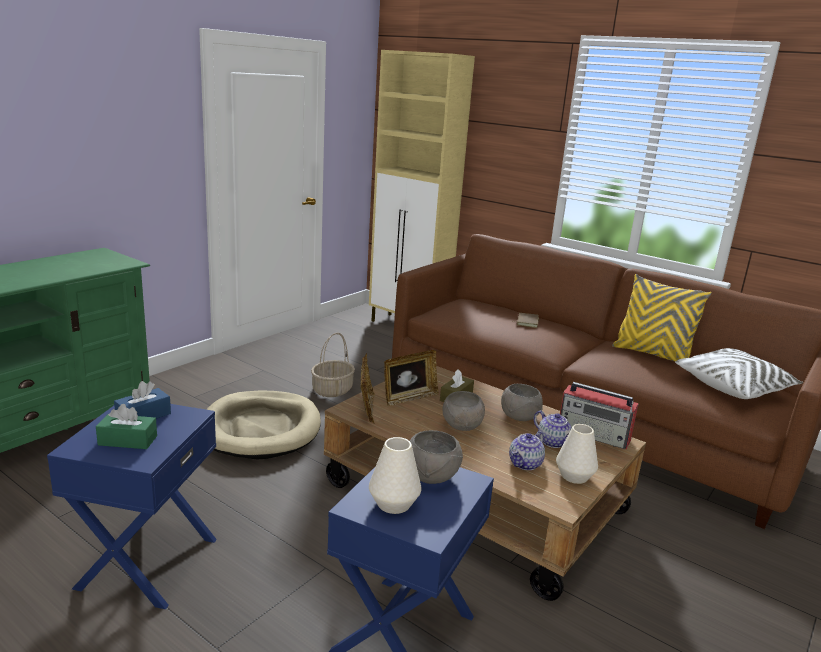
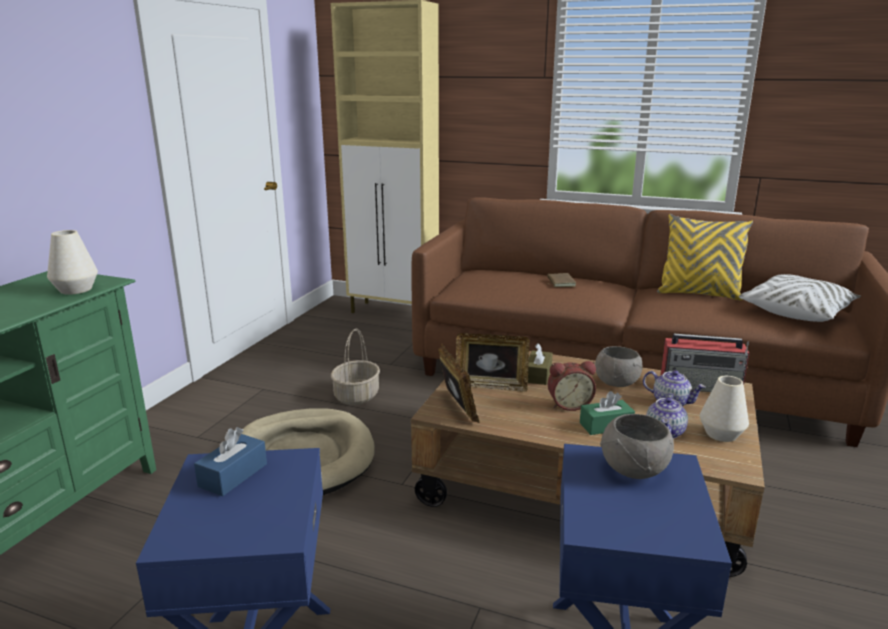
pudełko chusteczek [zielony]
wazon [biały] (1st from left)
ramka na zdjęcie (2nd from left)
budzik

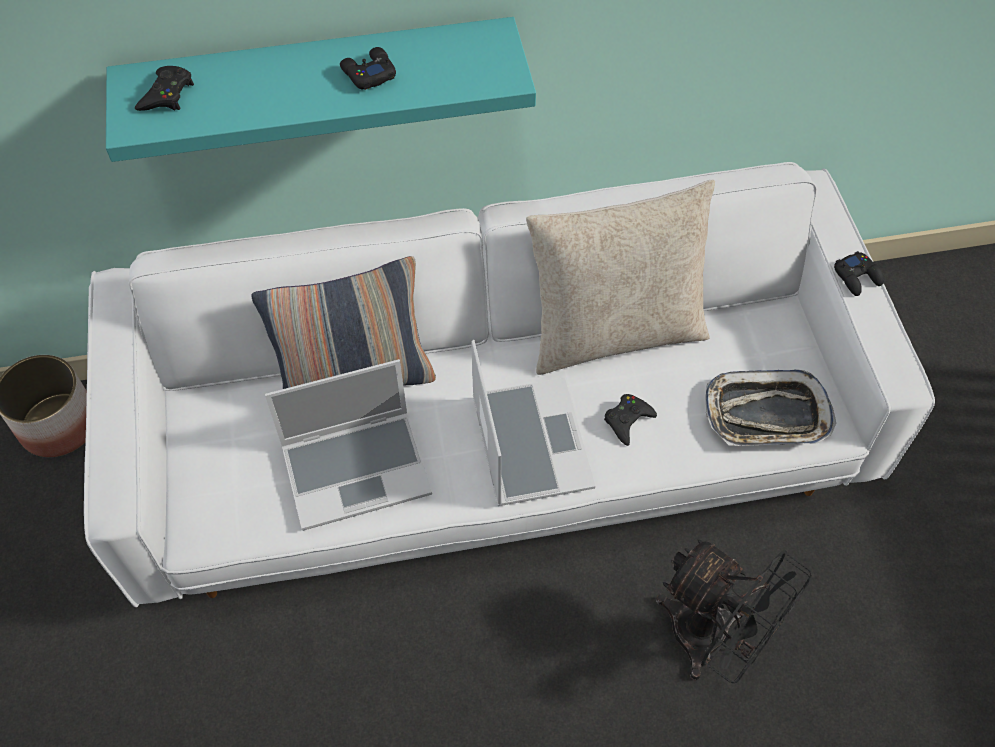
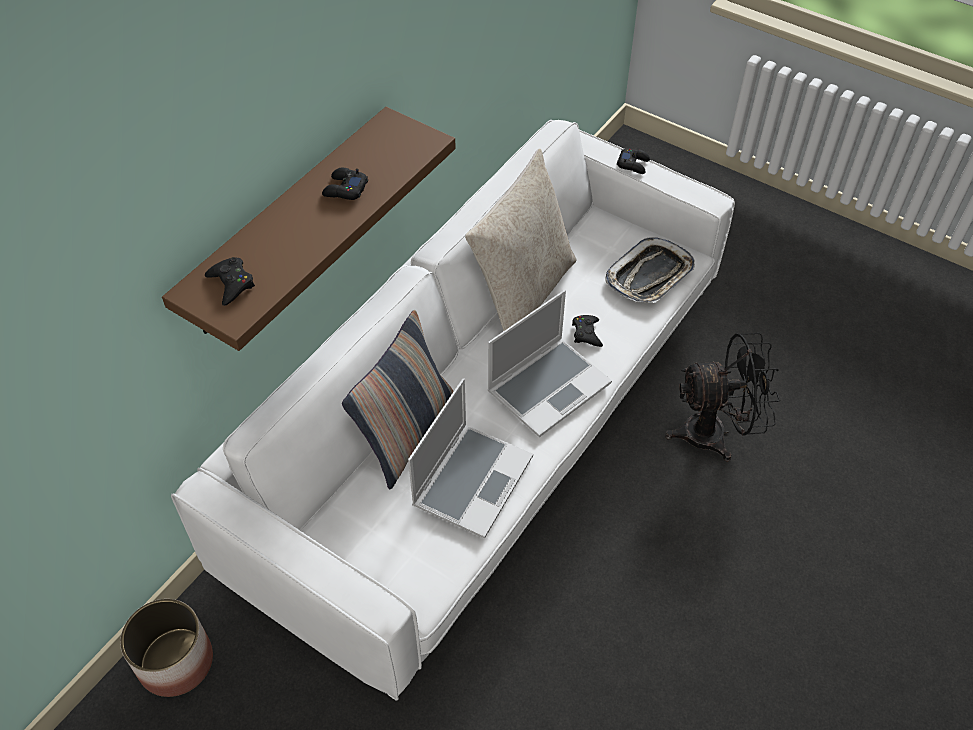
półka [brązowy]
laptop (2nd from left)

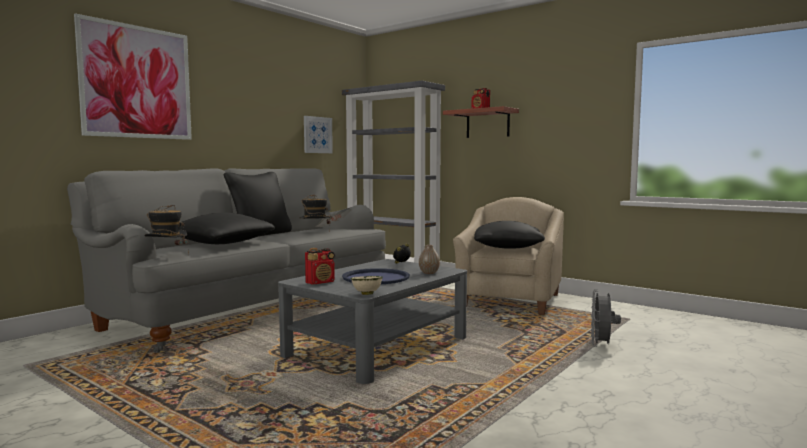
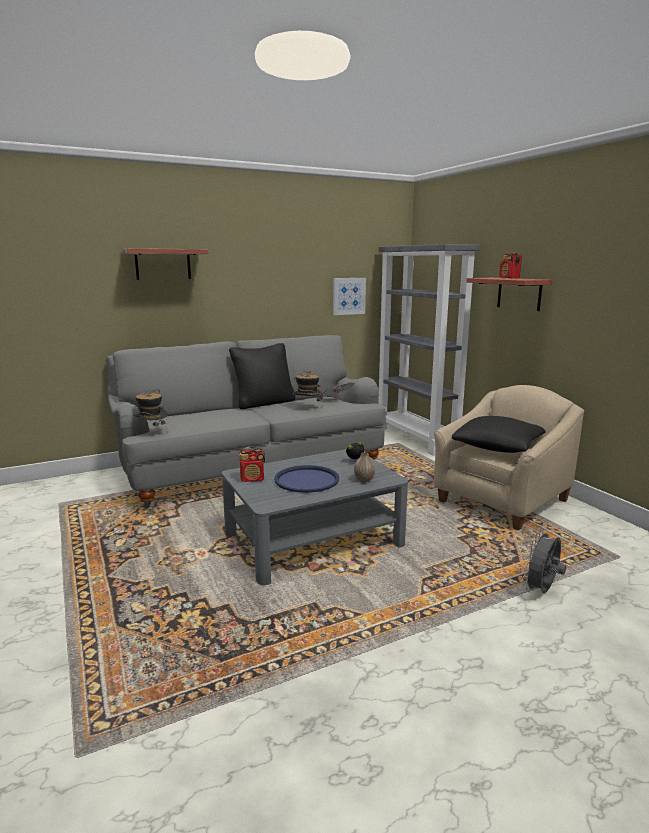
półka (1st from left)
poduszka [czarny] (1st from left in the first image)
miska [beżowy]

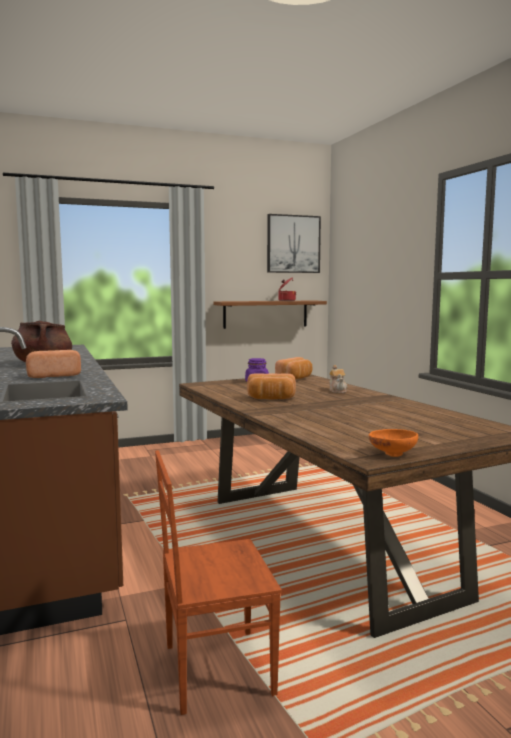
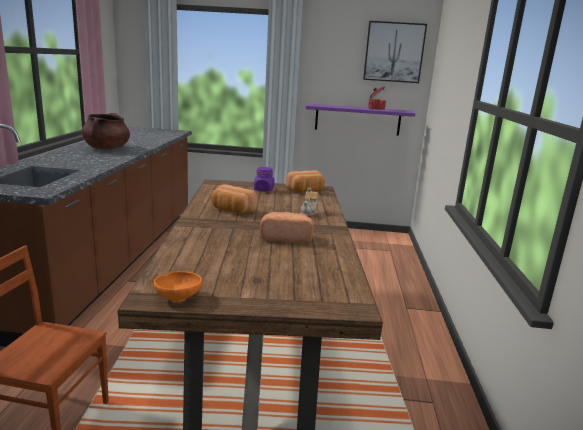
chleb (2nd from left)
półka [fioletowy]

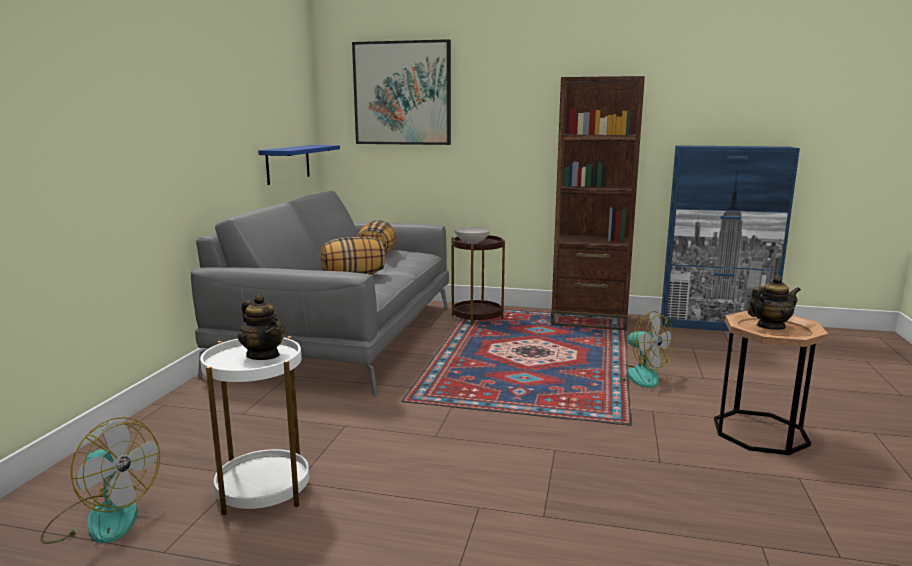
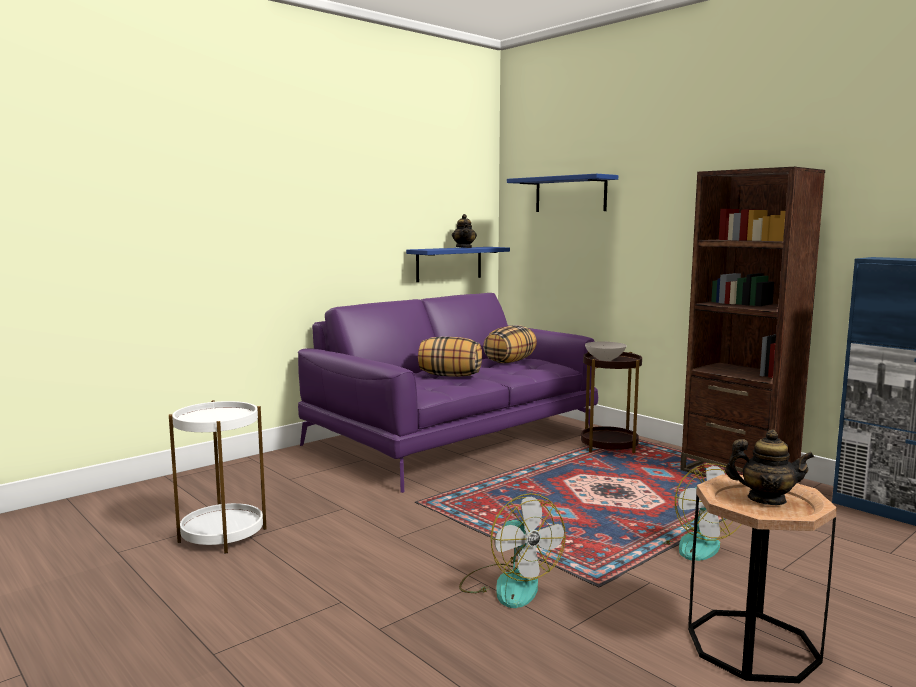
wentylator (1st from left)
kanapa [fioletowy]
imbryk (1st from left)
półka [niebieski] (2nd from left)

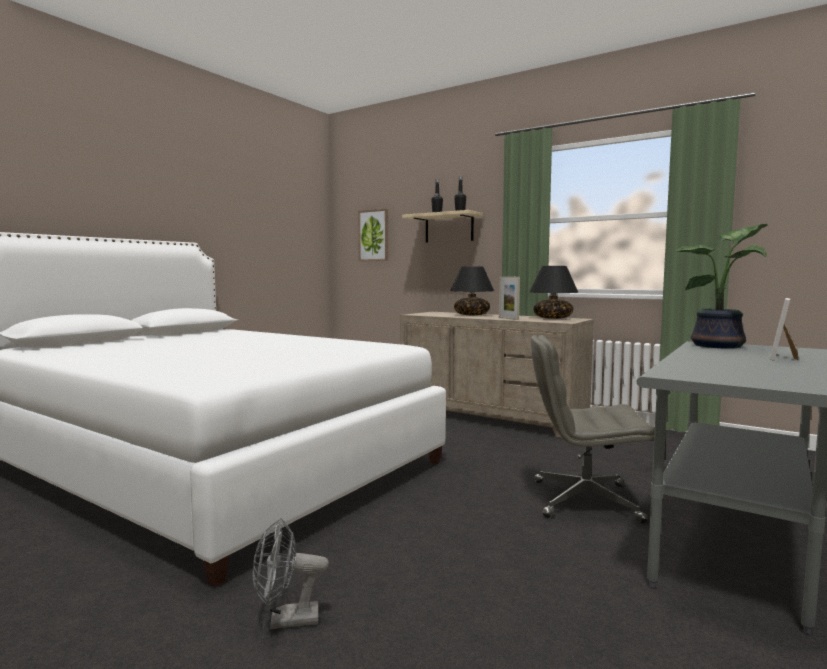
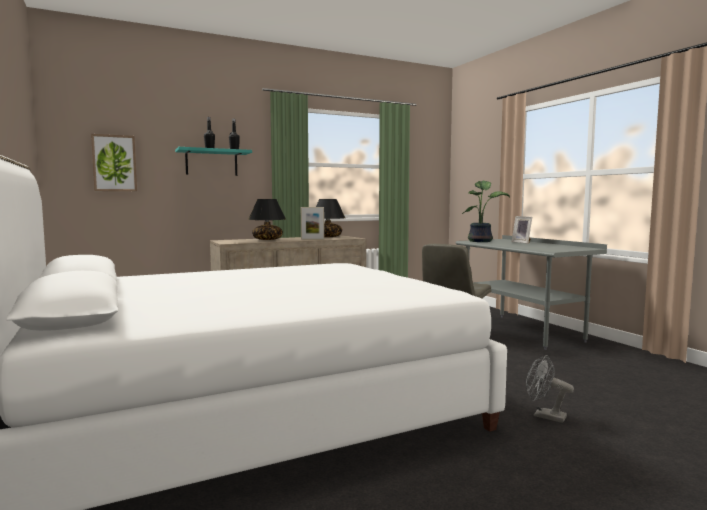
wentylator [szary]
półka [turkusowy]

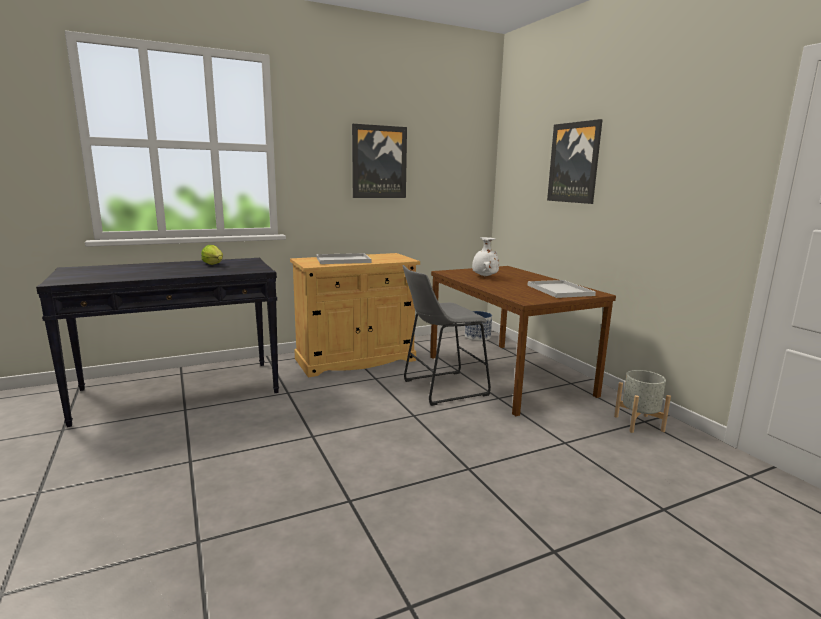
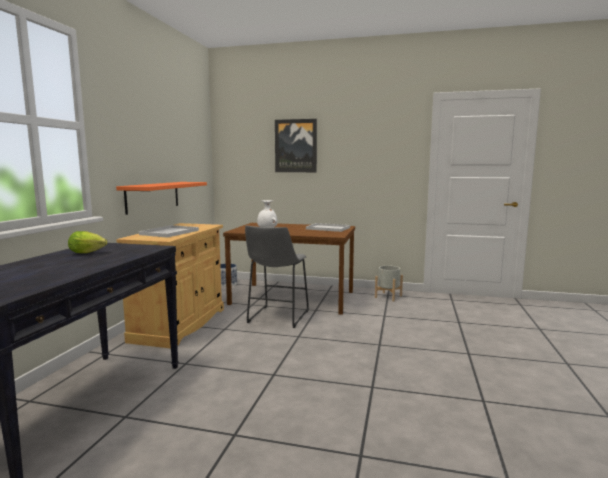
obraz (1st from left in the first image)
półka [pomarańczowy]

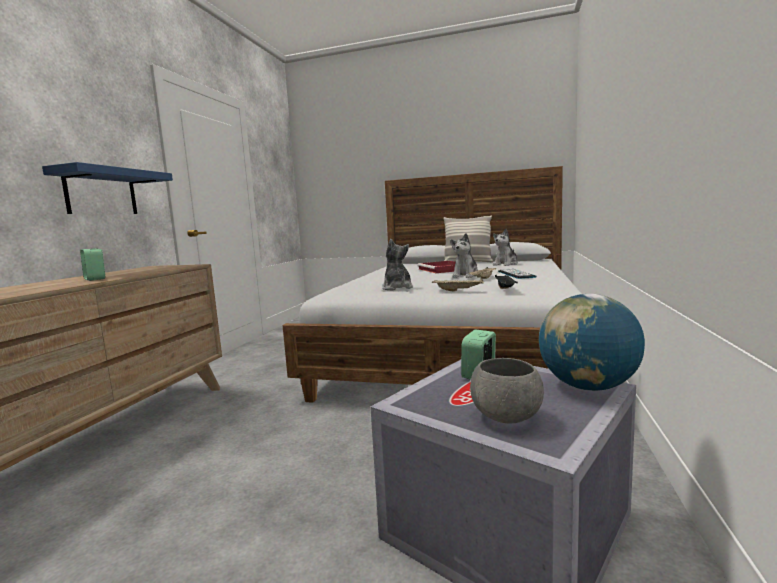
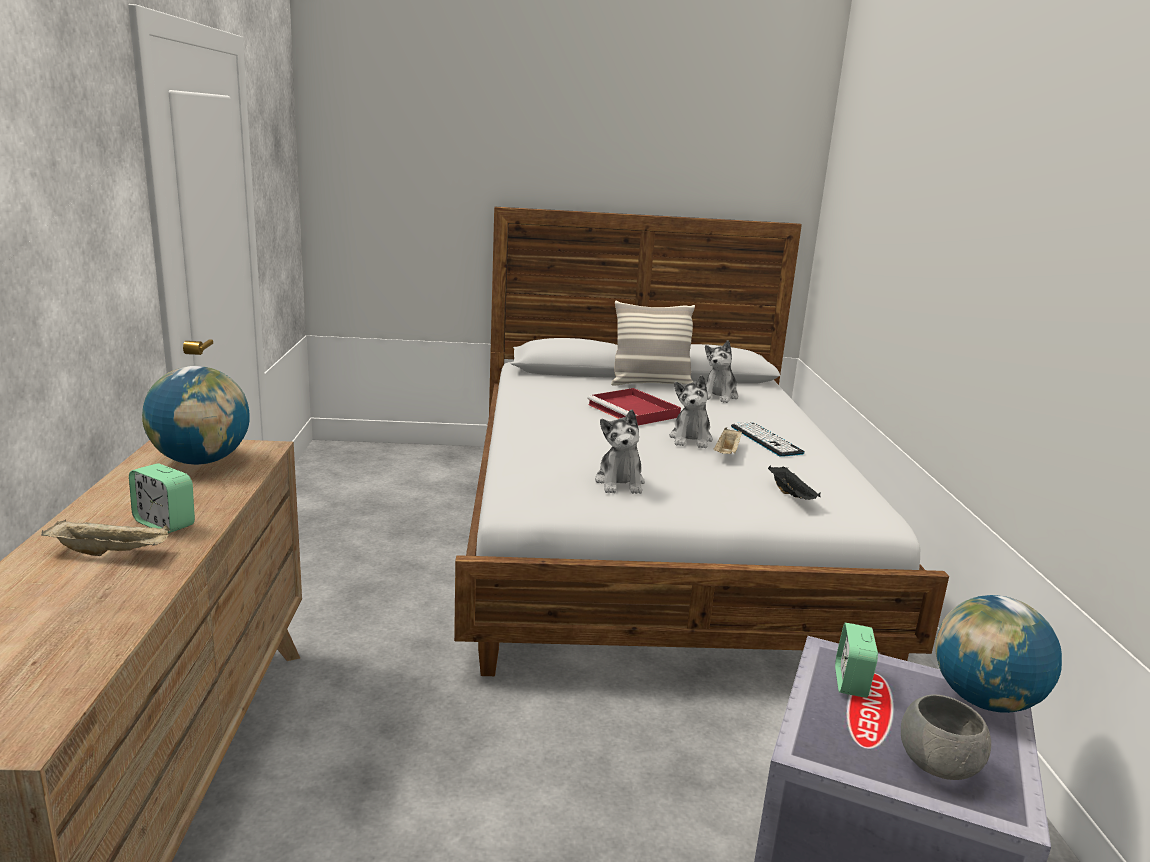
półka [niebieski]
pluszak (1st from left)
taca [beżowy] (1st from left)
globus (1st from left)

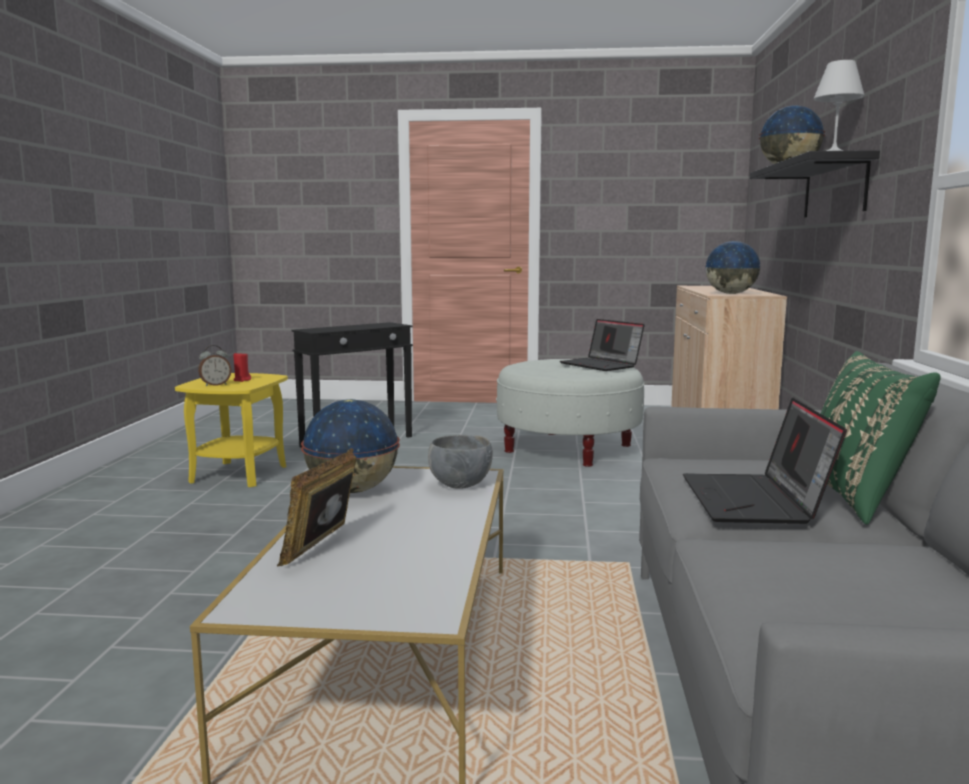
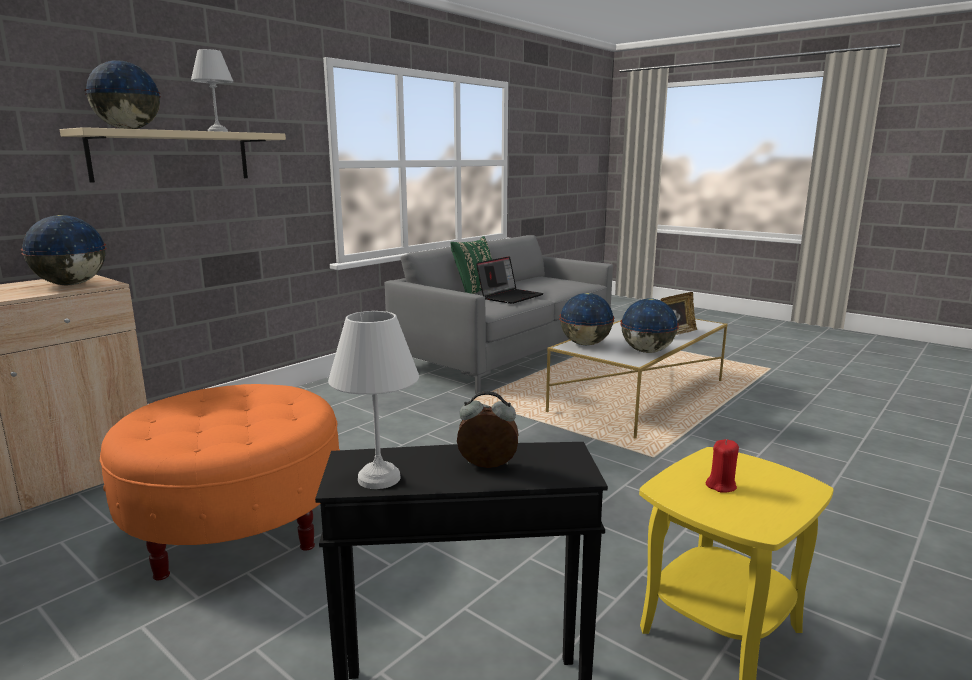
budzik
globus (3rd from left)
pufa [pomarańczowy]
laptop (1st from left in the first image)
półka [beżowy]
lampa stołowa [biały] (2nd from left)

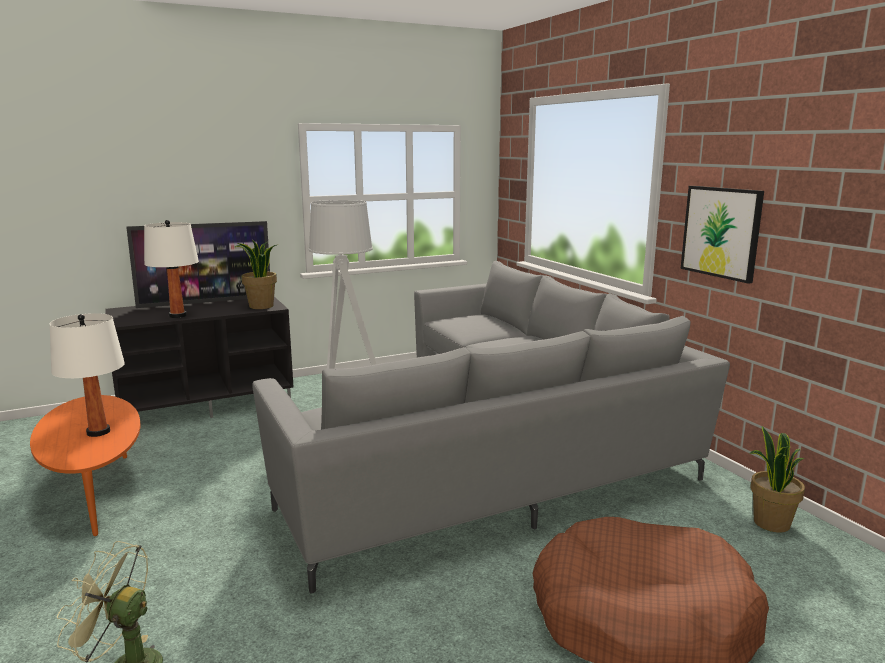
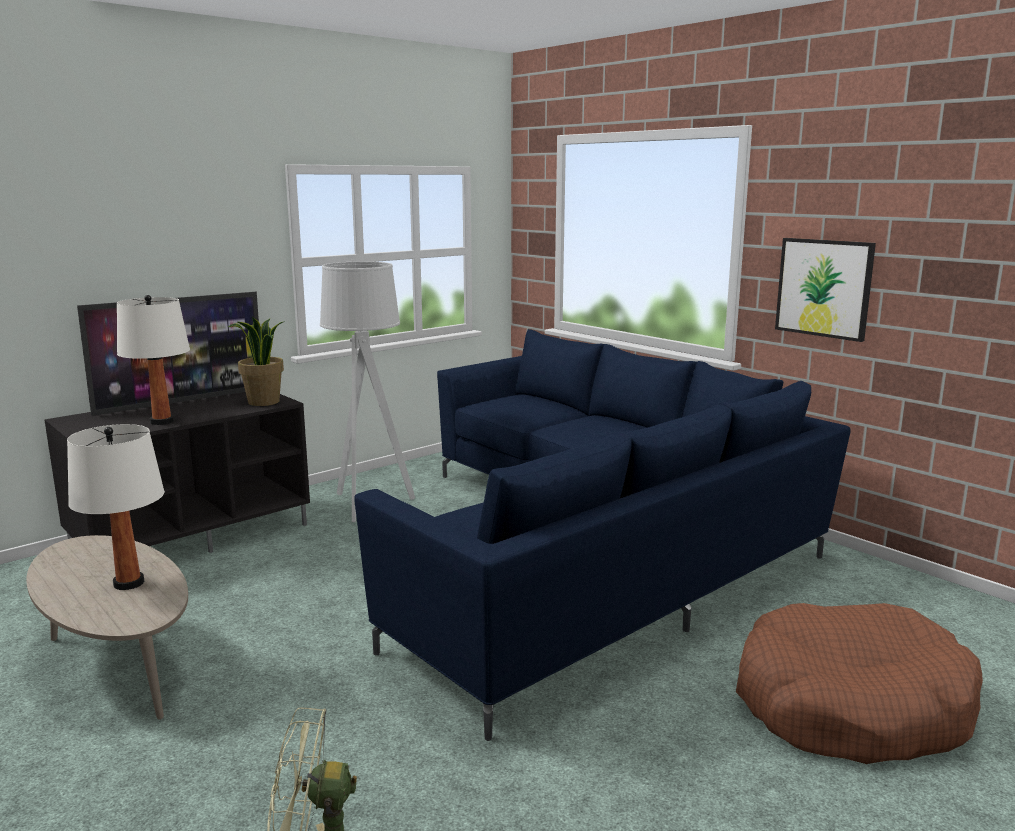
ława [beżowy]
kanapa [niebieski]
roślina doniczkowa (2nd from left in the first image)

